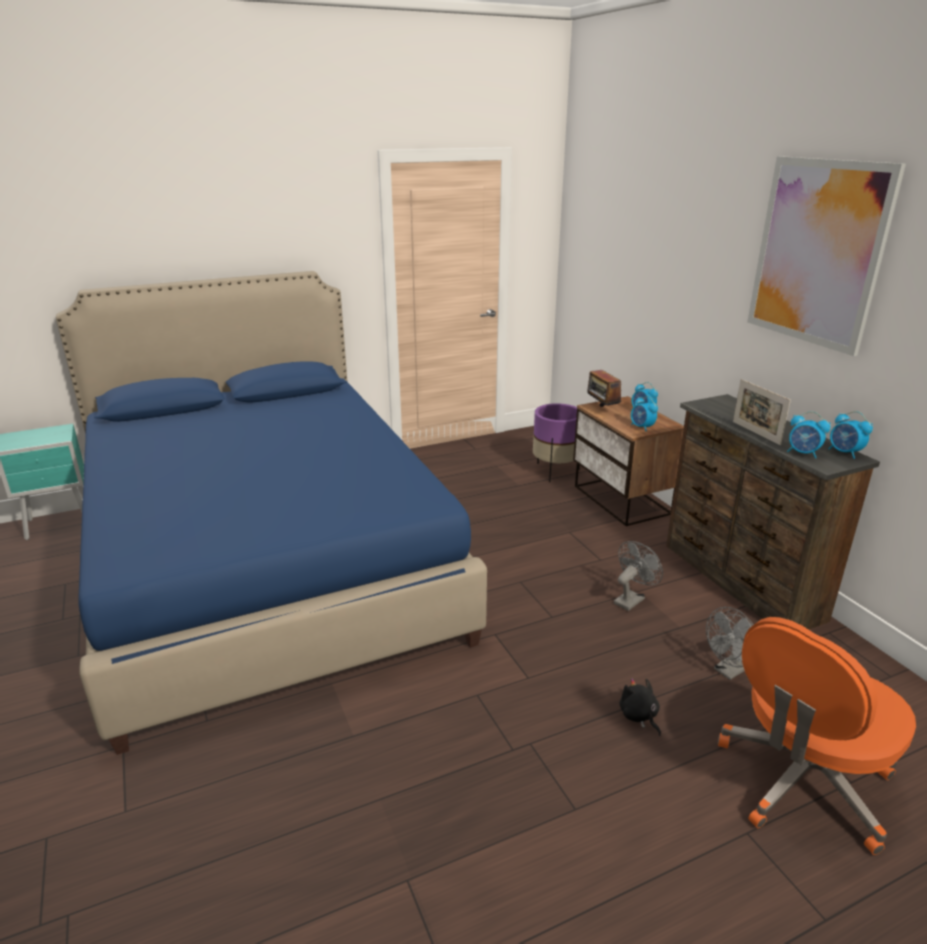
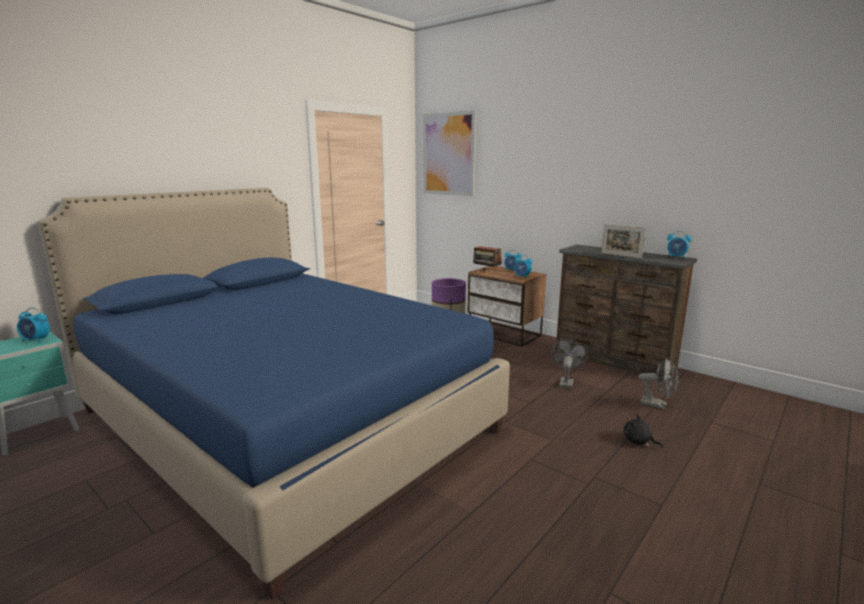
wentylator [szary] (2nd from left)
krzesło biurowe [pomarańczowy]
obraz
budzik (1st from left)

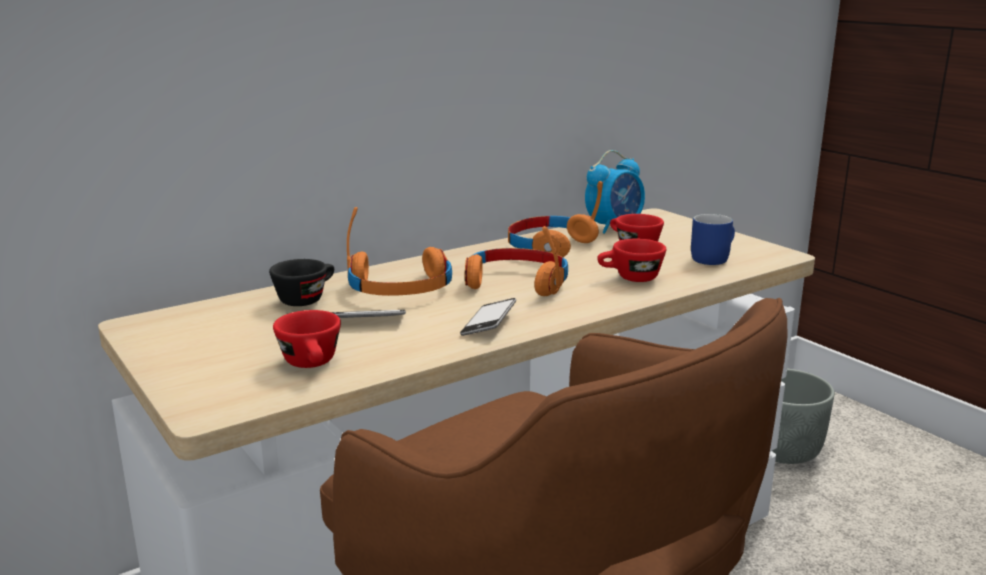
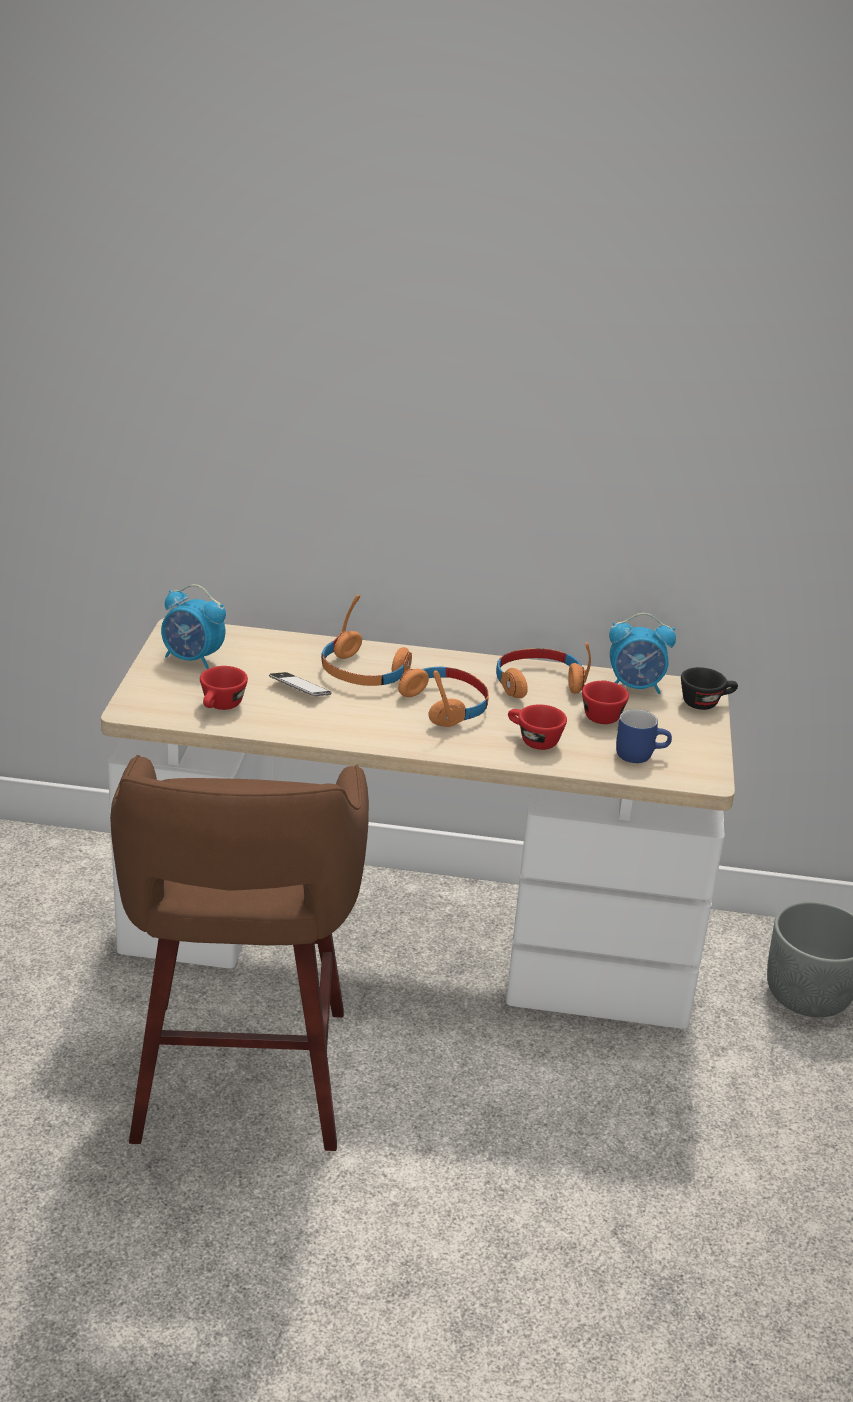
filiżanka [czarny]
telefon (2nd from left in the first image)
budzik (1st from left)

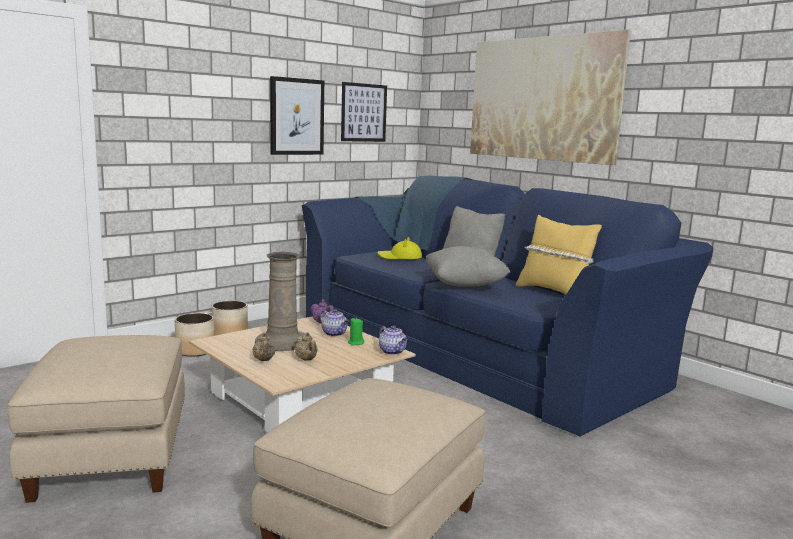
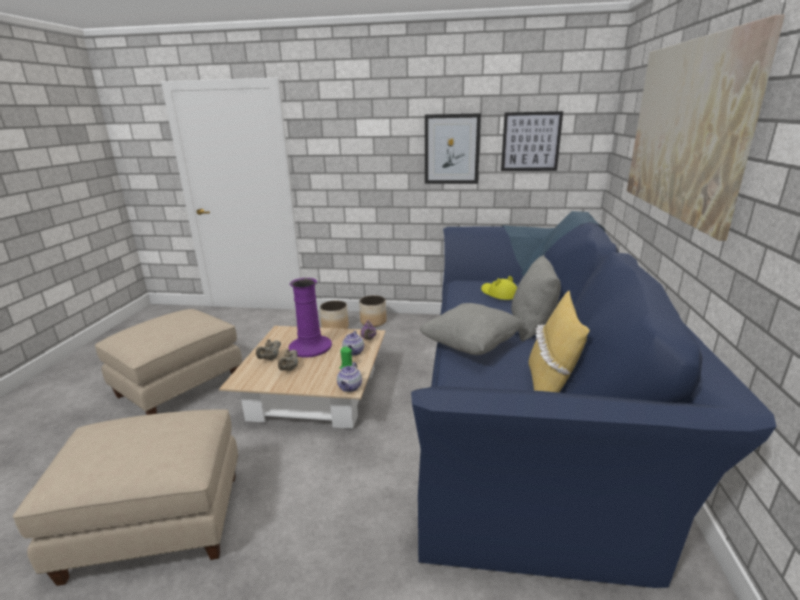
wazon [fioletowy]

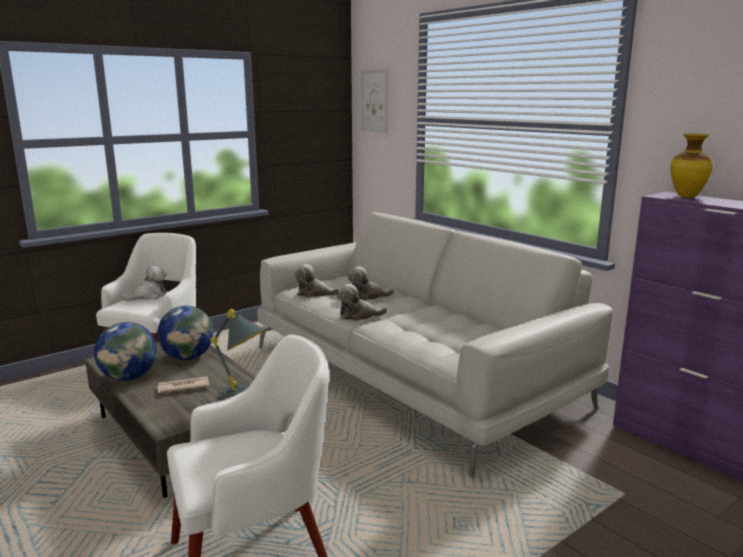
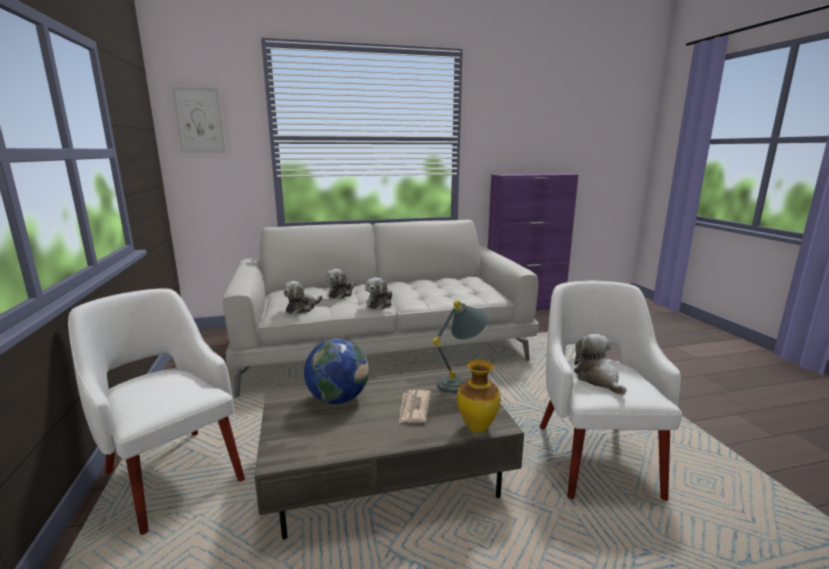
globus (1st from left in the first image)
pluszak (4th from left)
wazon

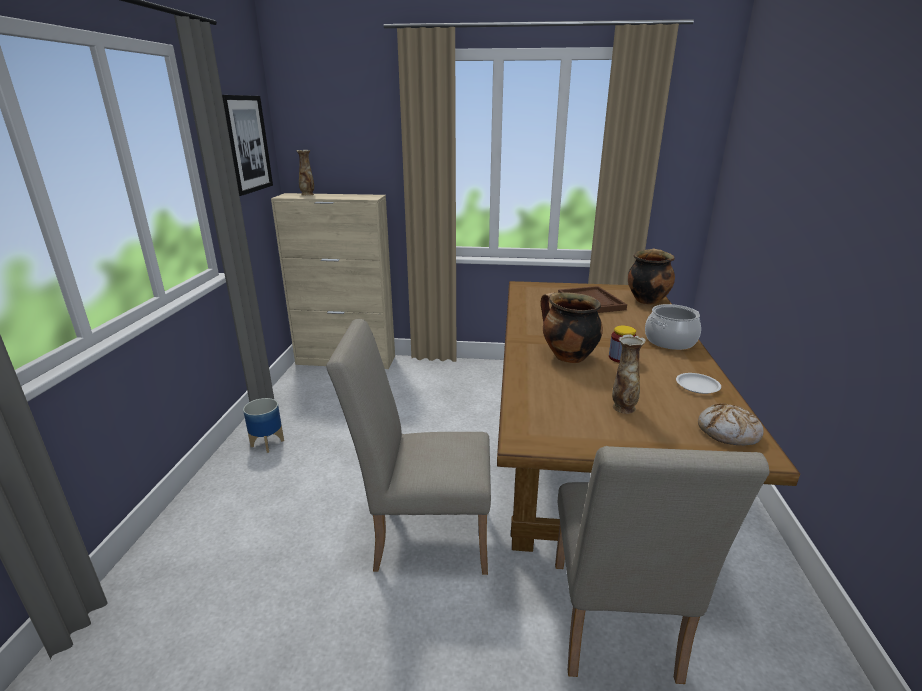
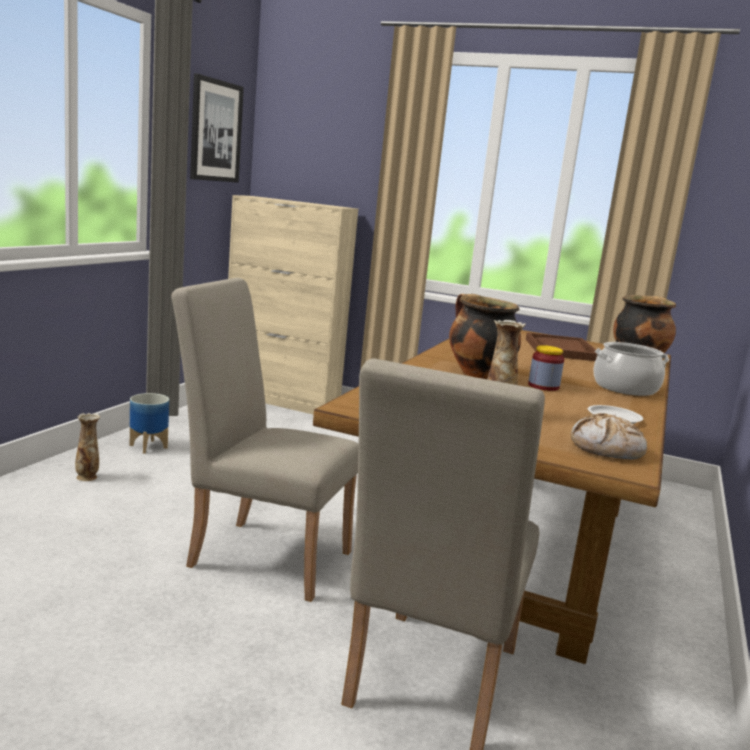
wazon (1st from left)

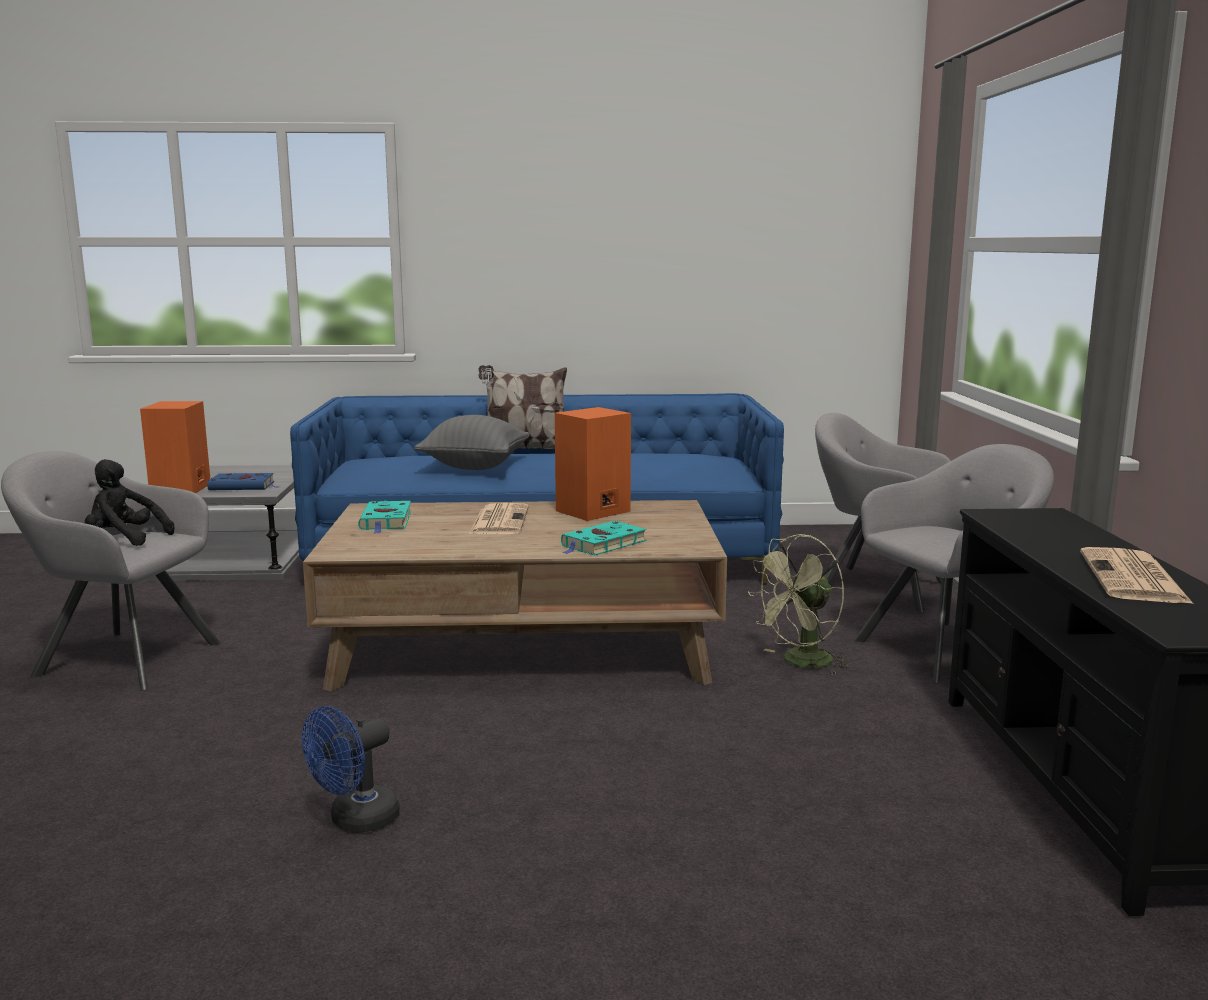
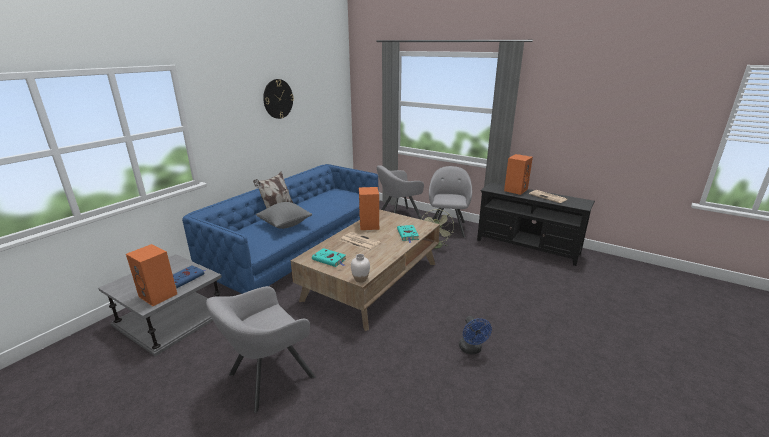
pluszak [czarny]
zegar ścienny
wazon [biały]
głośnik [pomarańczowy] (3rd from left)

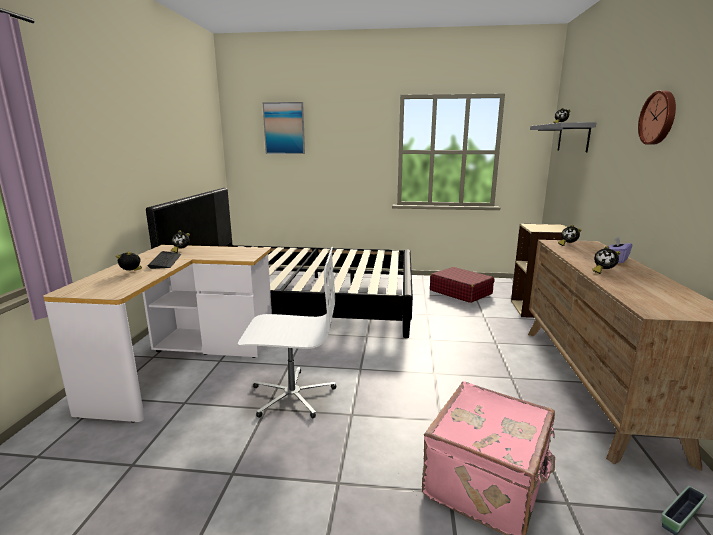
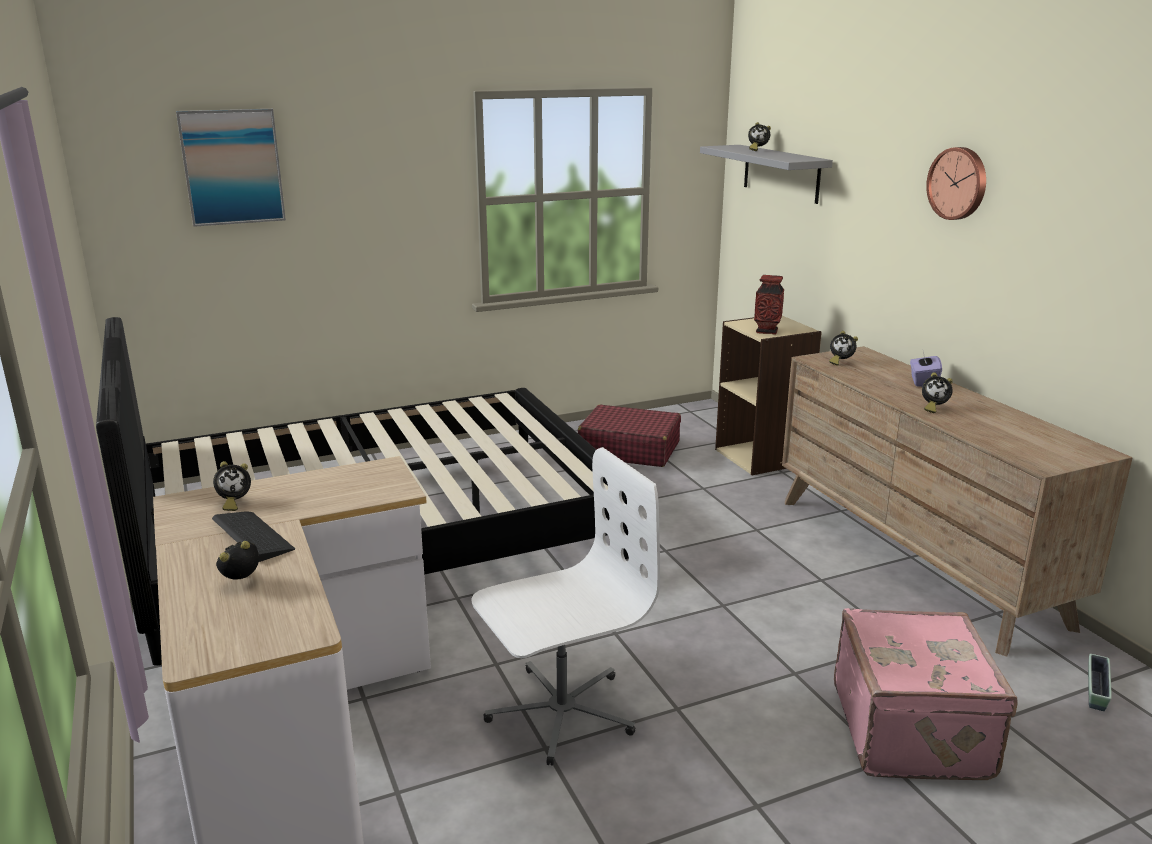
wazon

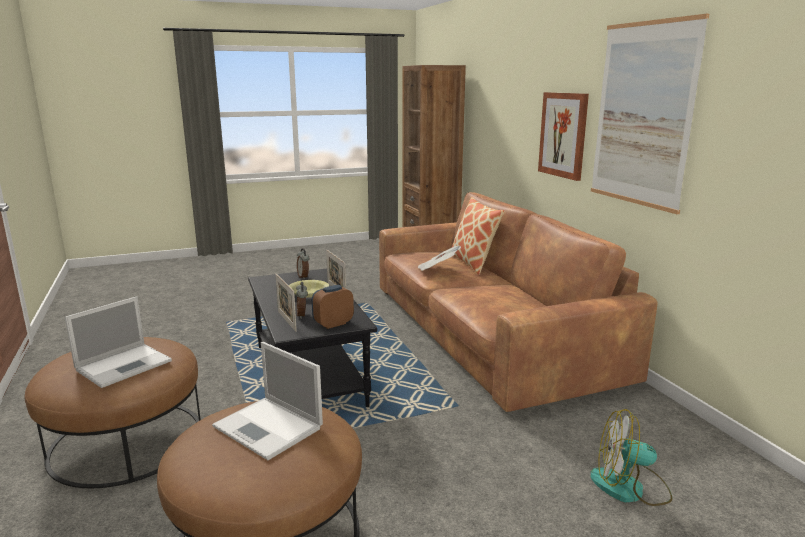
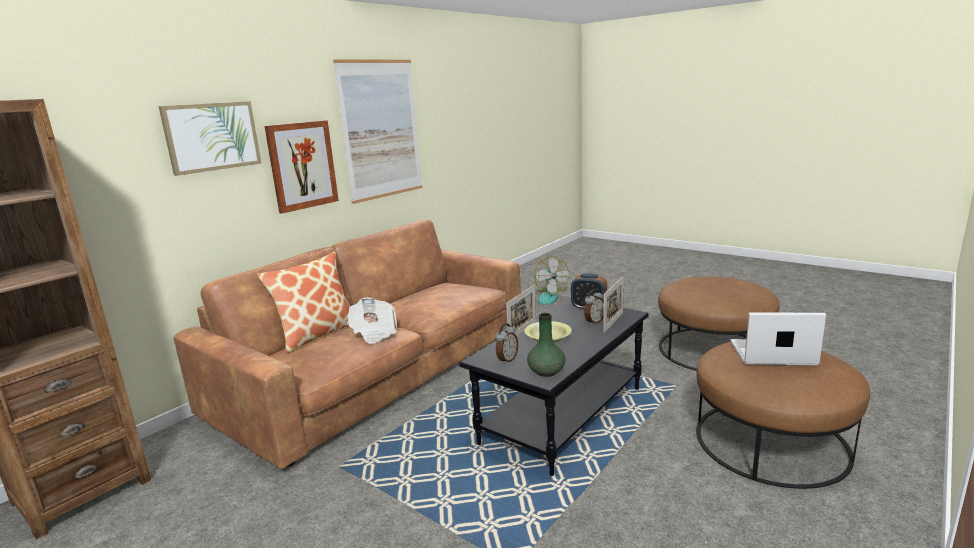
laptop (2nd from left in the first image)
obraz (1st from left)
wazon [zielony]

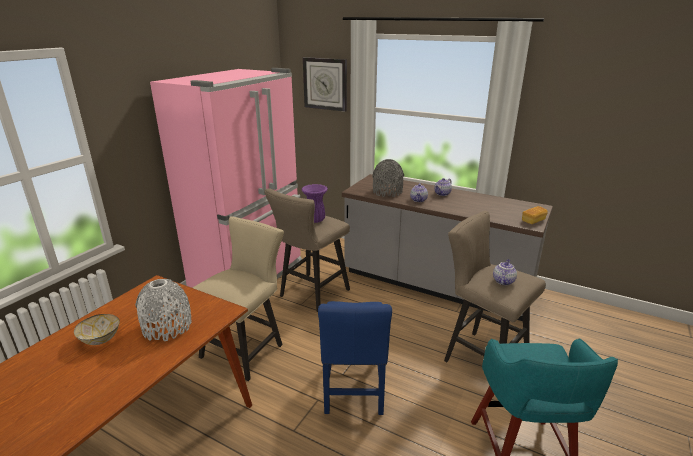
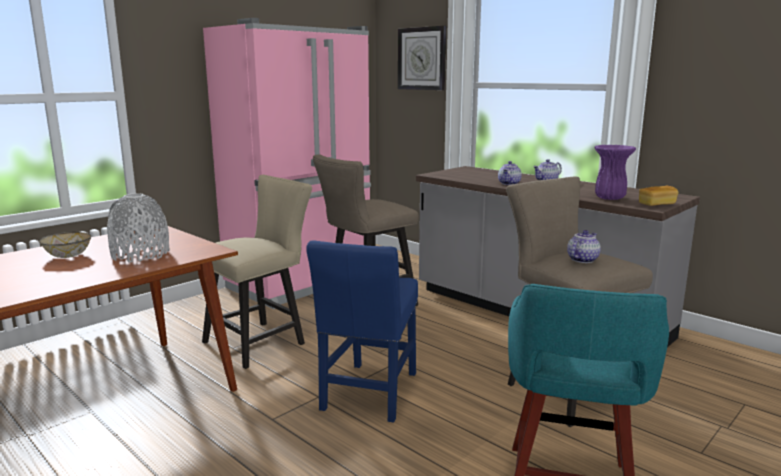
wazon [fioletowy]
wazon [szary] (2nd from left in the first image)

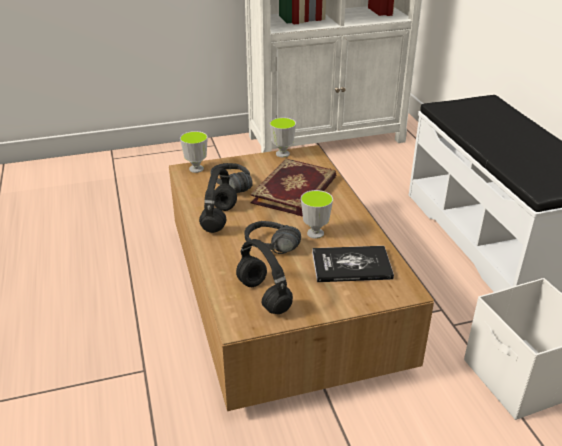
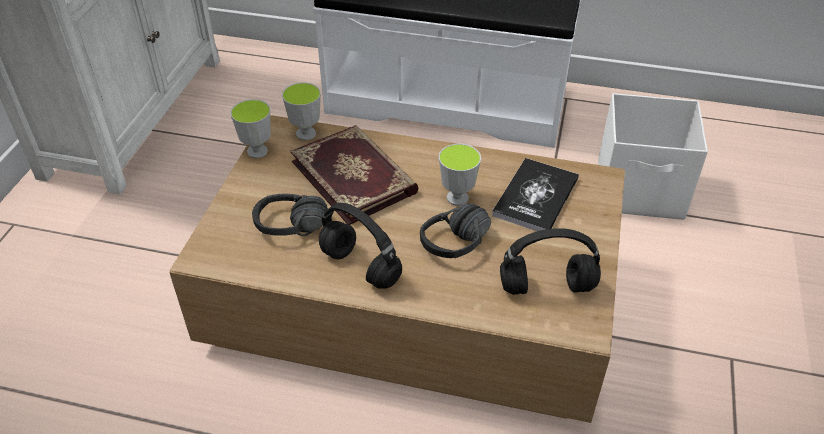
filiżanka (2nd from left)

